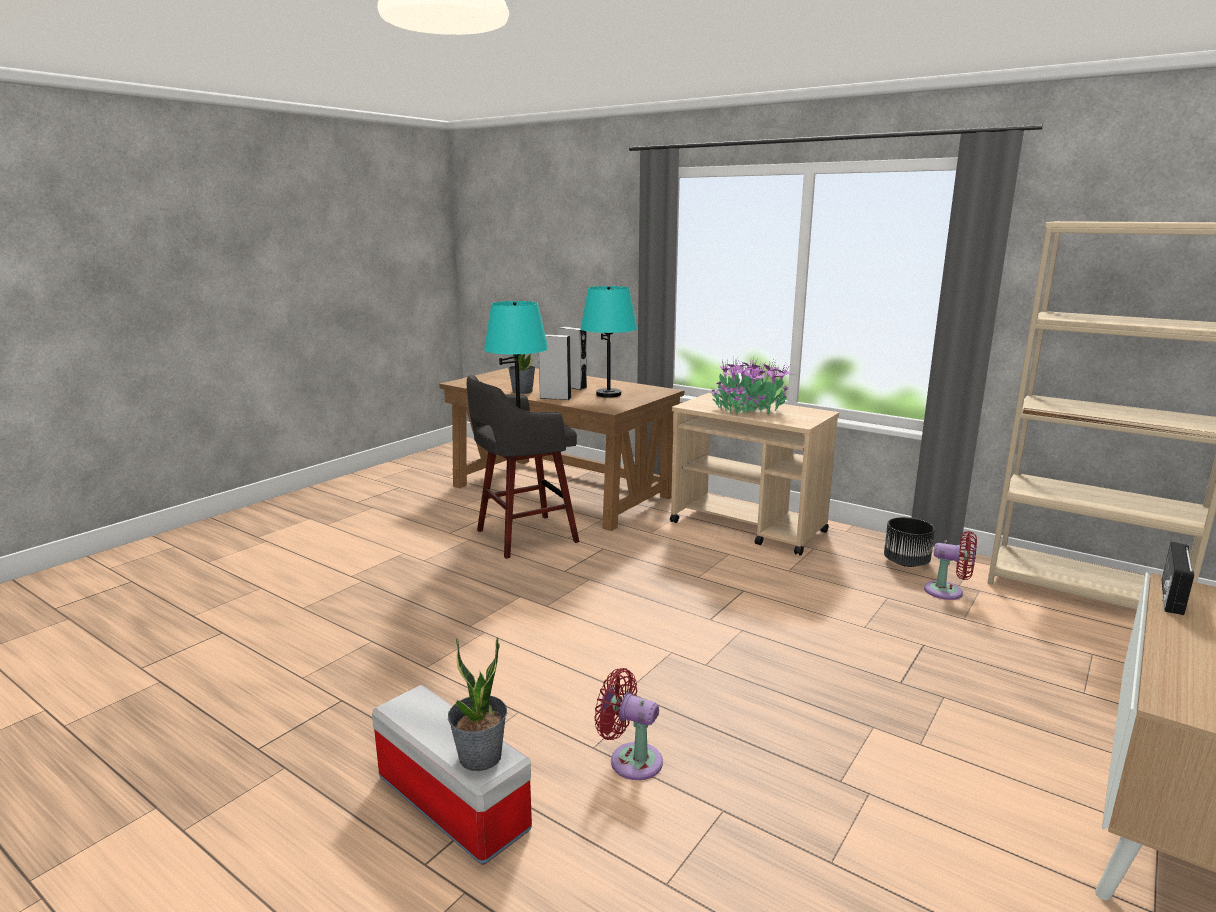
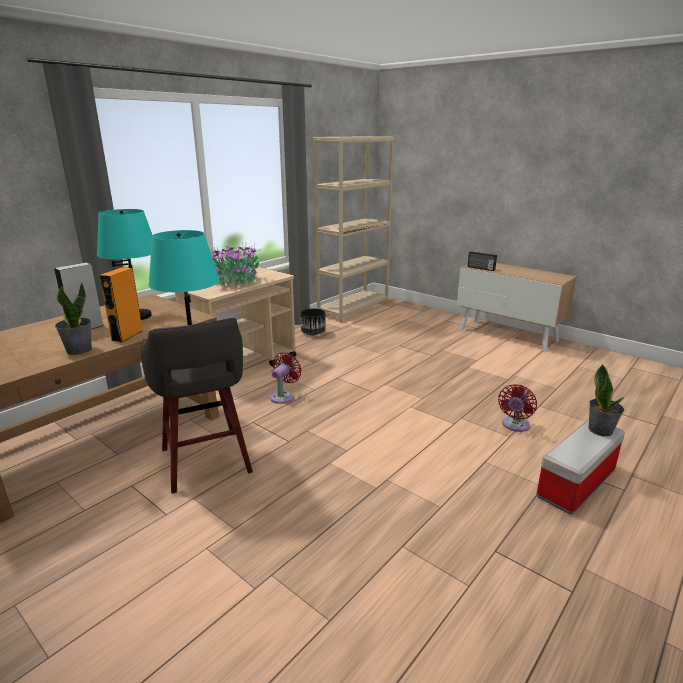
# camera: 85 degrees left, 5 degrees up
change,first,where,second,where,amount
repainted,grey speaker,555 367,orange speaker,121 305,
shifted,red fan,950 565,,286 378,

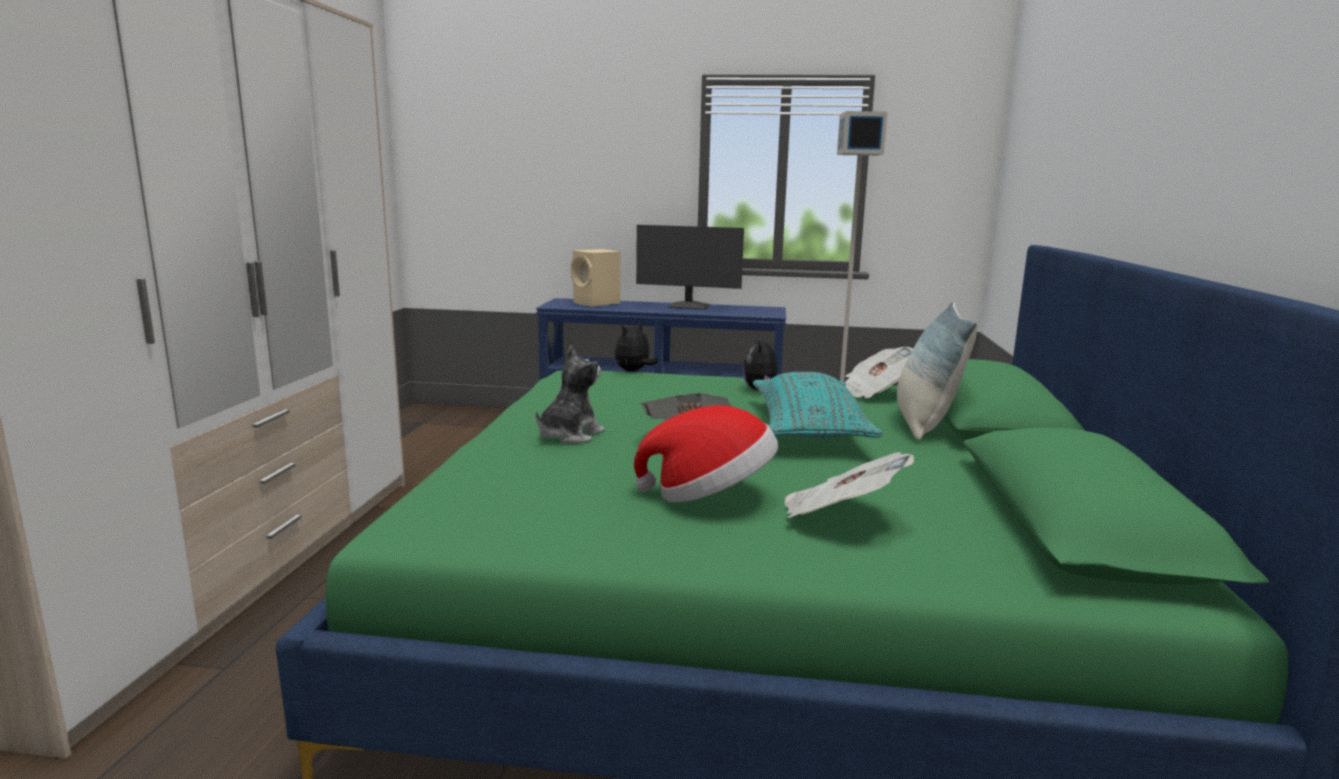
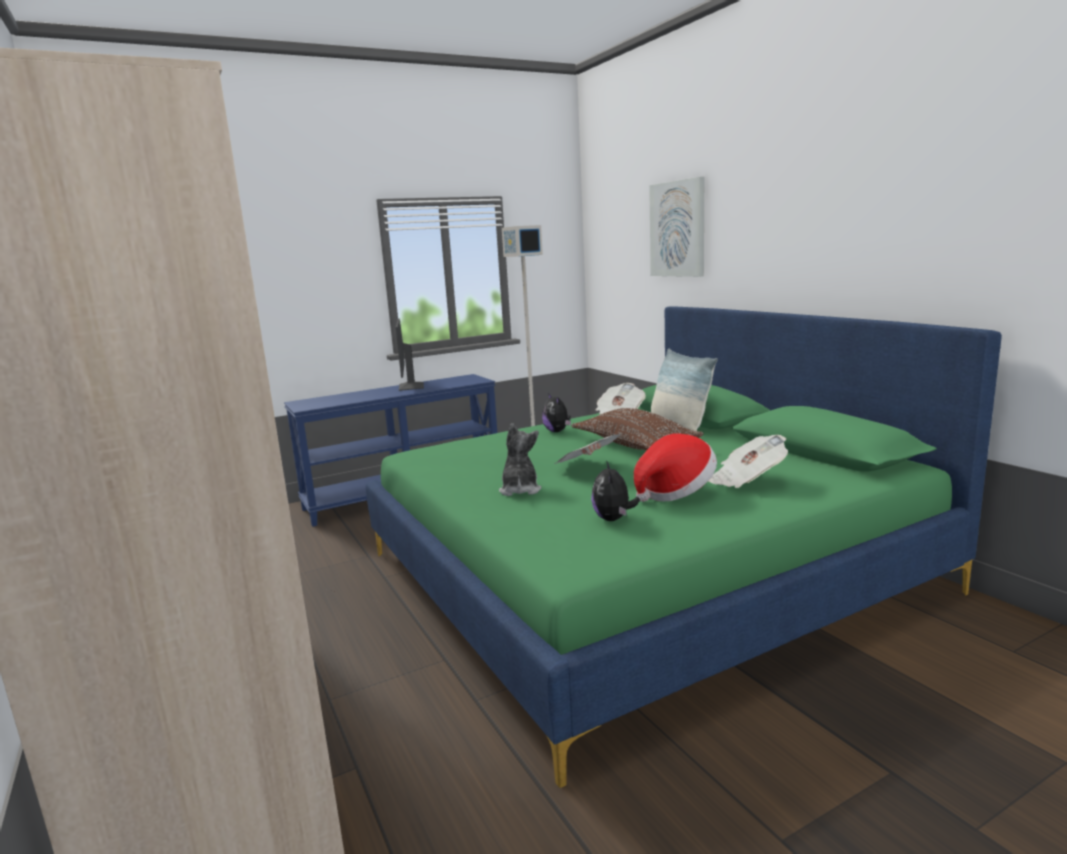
# camera: 35 degrees left, 0 degrees up
change,first,where,second,where,amount
gone,beige speaker,595 278,,,
shifted,plush toy,637 346,,615 491,
rotated,monitor,690 267,,410 354,105 degrees clockwise
repainted,turquoise pillow,818 405,brown pillow,637 429,
new,,,picture,676 227,

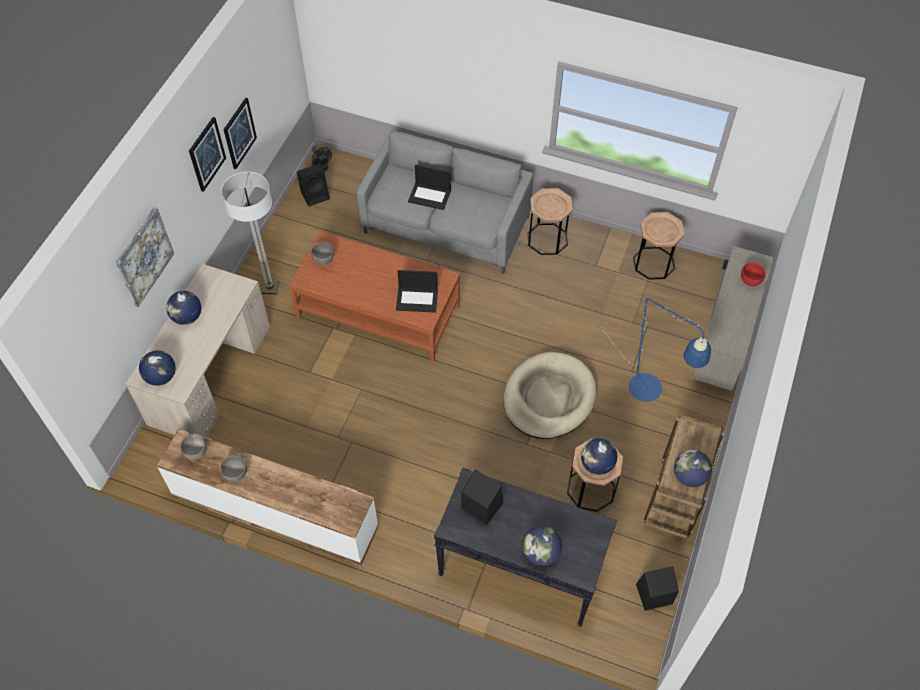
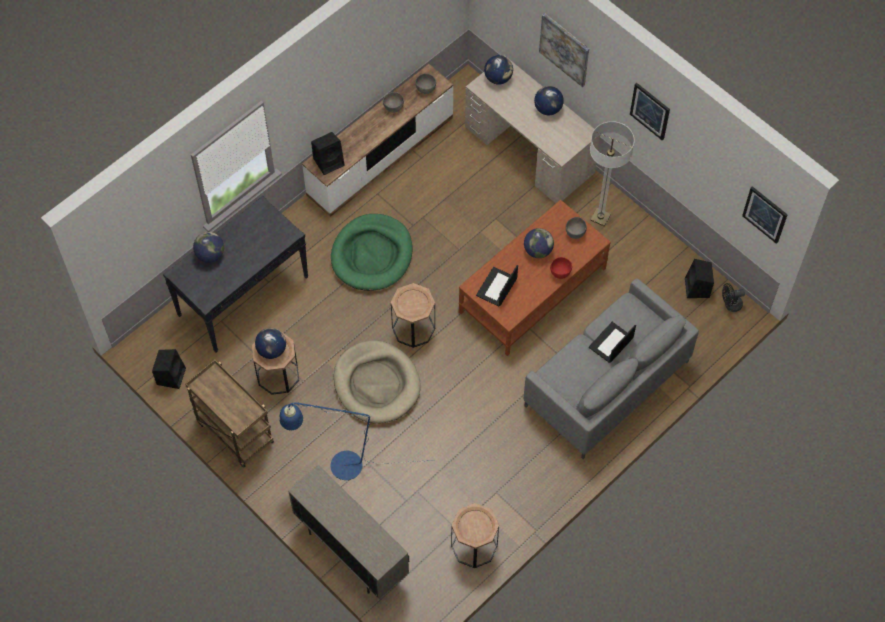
# camera: 115 degrees right, 5 degrees up
change,first,where,second,where,amount
shifted,picture,240 133,,765 215,
shifted,black speaker,482 497,,328 153,
shifted,brown side table,550 221,,413 315,
shifted,globe,693 468,,539 243,
shifted,red bowl,753 274,,561 268,
new,,,green dog bed,372 252,

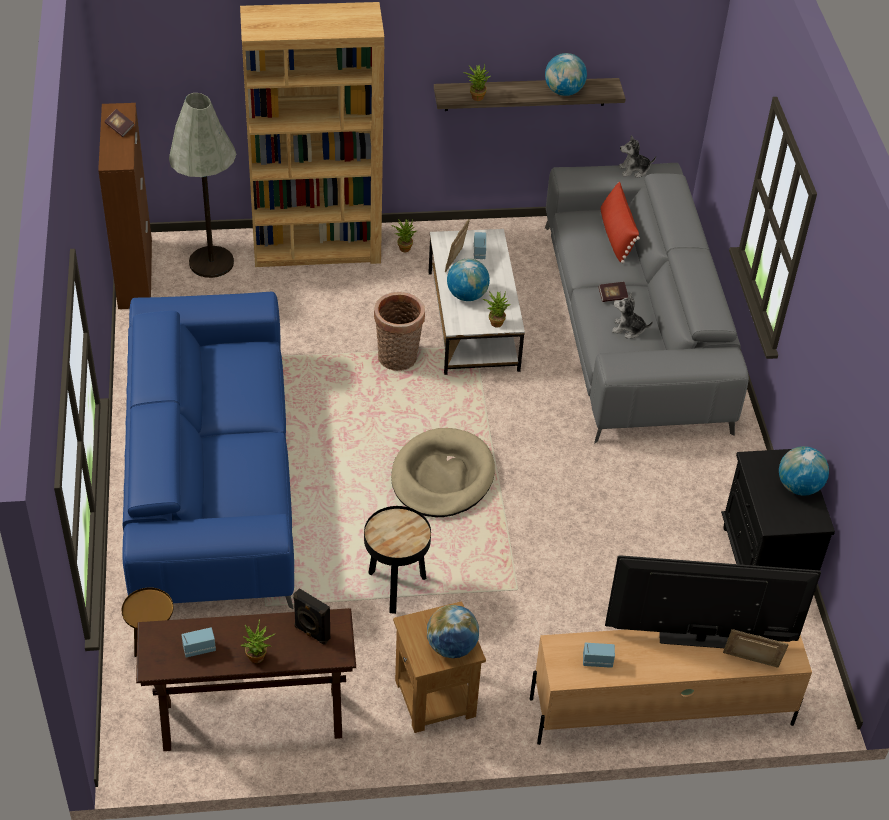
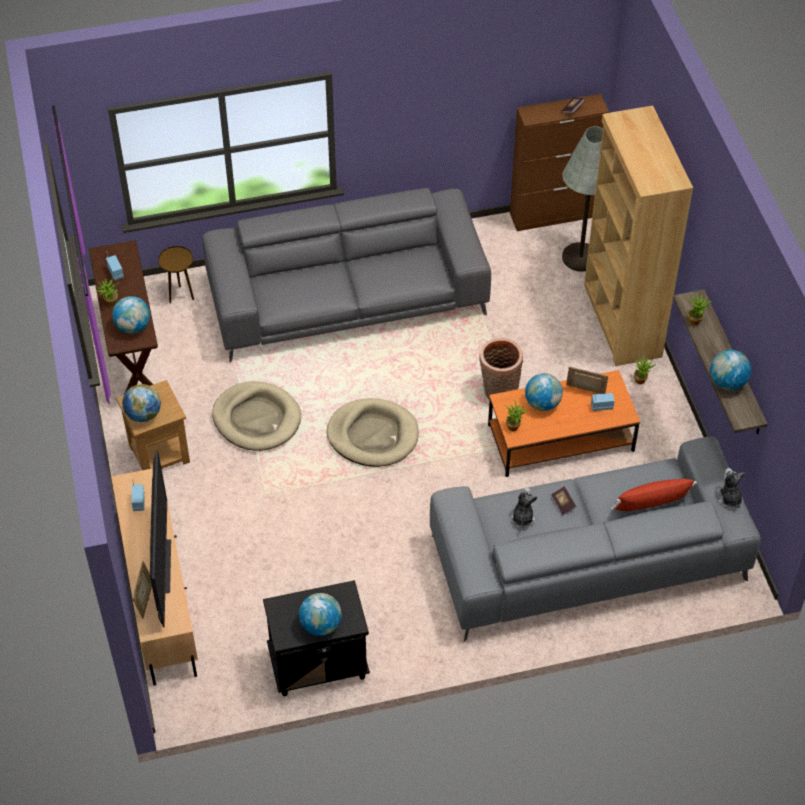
# camera: 85 degrees right, 5 degrees up
change,first,where,second,where,amount
repainted,blue sofa,208 450,grey sofa,346 275,
swapped,black speaker,311 616,globe,131 315,
swapped,black side table,397 560,beige dog bed,256 416,
repainted,white coffee table,476 302,orange coffee table,564 423,

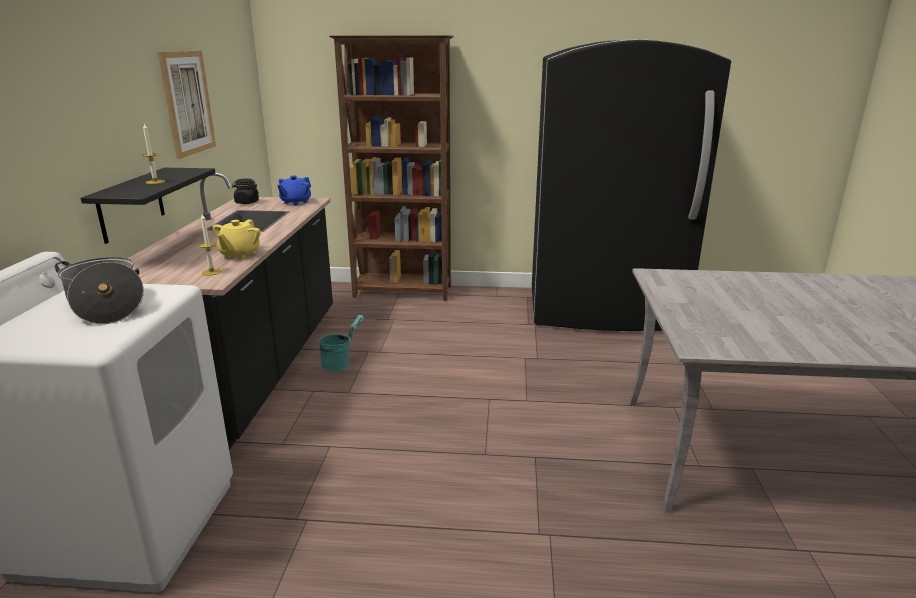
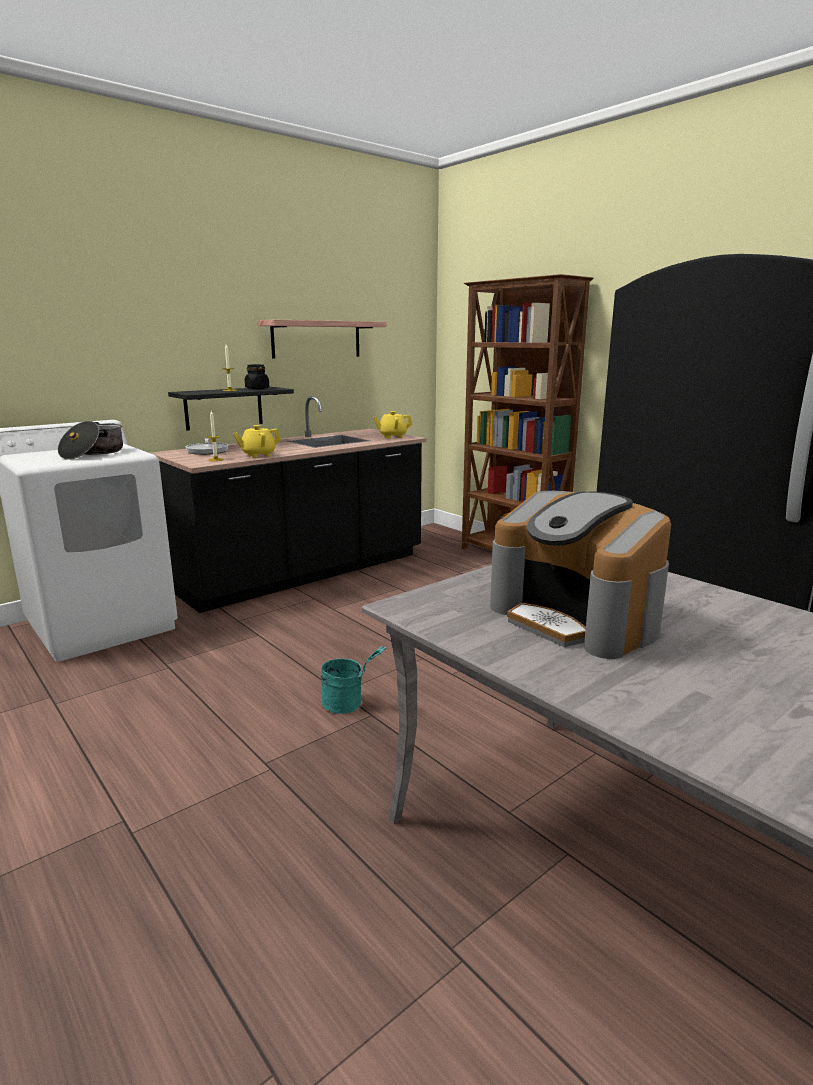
# camera: 45 degrees right, 5 degrees down
change,first,where,second,where,amount
swapped,picture,187 105,shelf,322 339,
shifted,black jar,245 191,,257 376,
repainted,blue teapot,294 190,yellow teapot,392 424,
shifted,turquoise bucket,341 343,,354 680,
new,,,frying pan,207 446,
new,,,coffee machine,580 575,

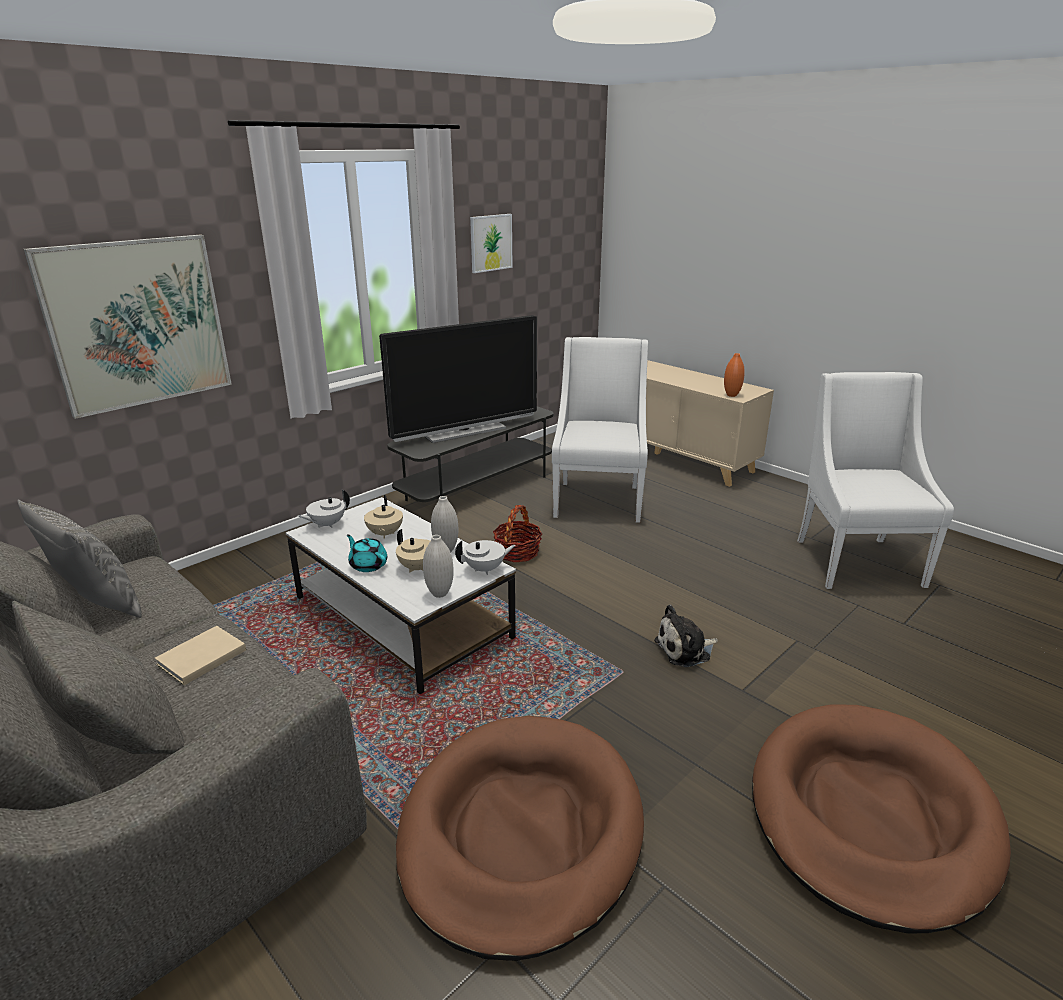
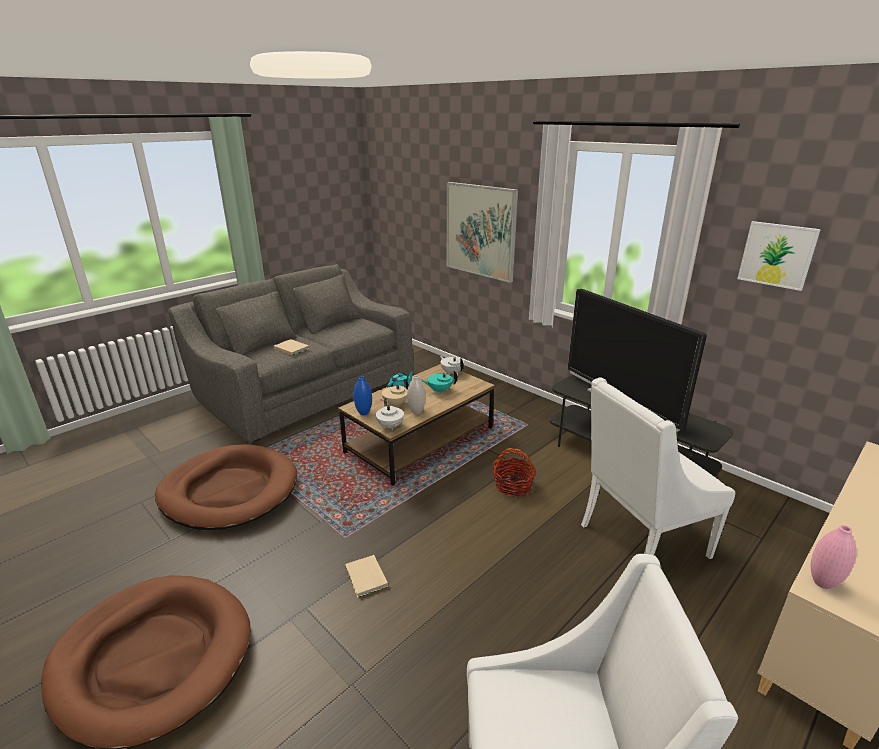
# camera: 90 degrees right, 0 degrees up
change,first,where,second,where,amount
gone,grey pillow,79 558,,,
repainted,white coffee table,401 595,brown coffee table,416 425,
repainted,beige teapot,383 517,turquoise teapot,439 382,
repainted,white vase,438 566,blue vase,363 395,
rotated,white armchair,600 430,,658 468,150 degrees clockwise
swapped,plush toy,686 636,beige book,366 576,
repainted,orange vase,734 375,pink vase,834 557,

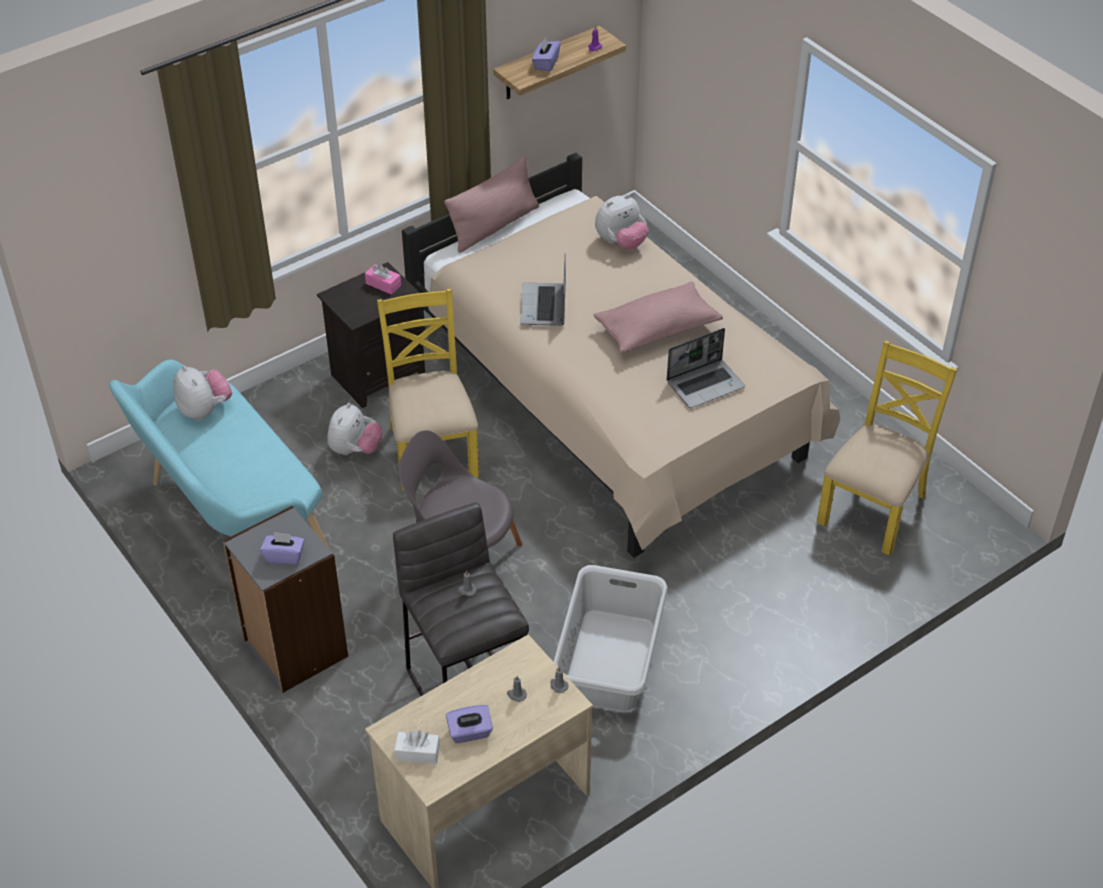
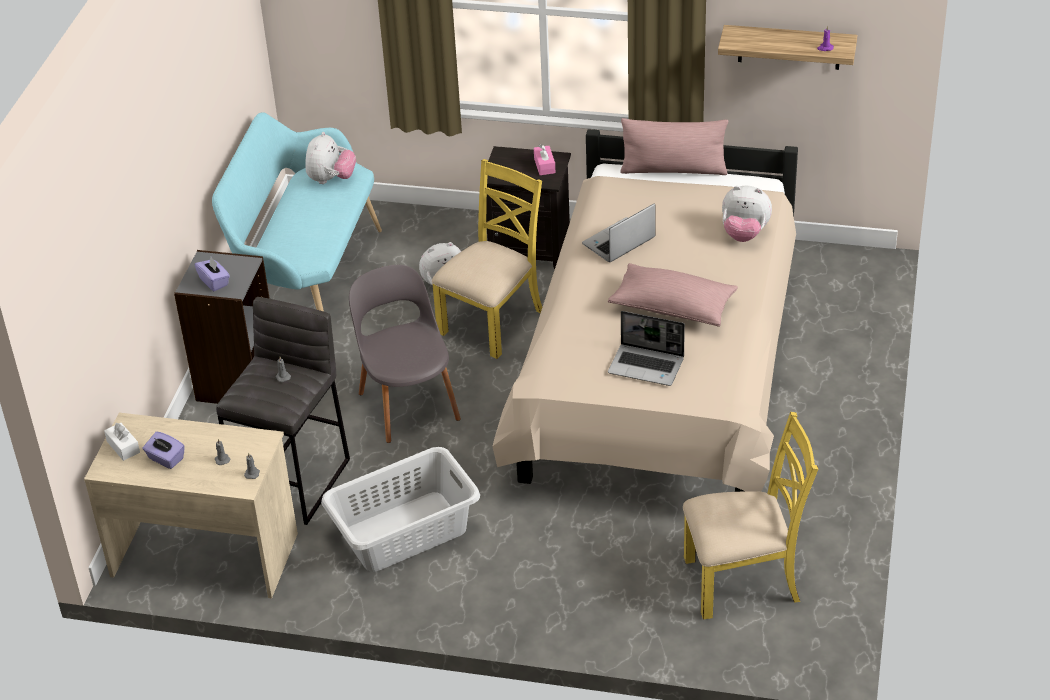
# camera: 50 degrees right, 5 degrees down
change,first,where,second,where,amount
gone,purple tissue box,546 54,,,

